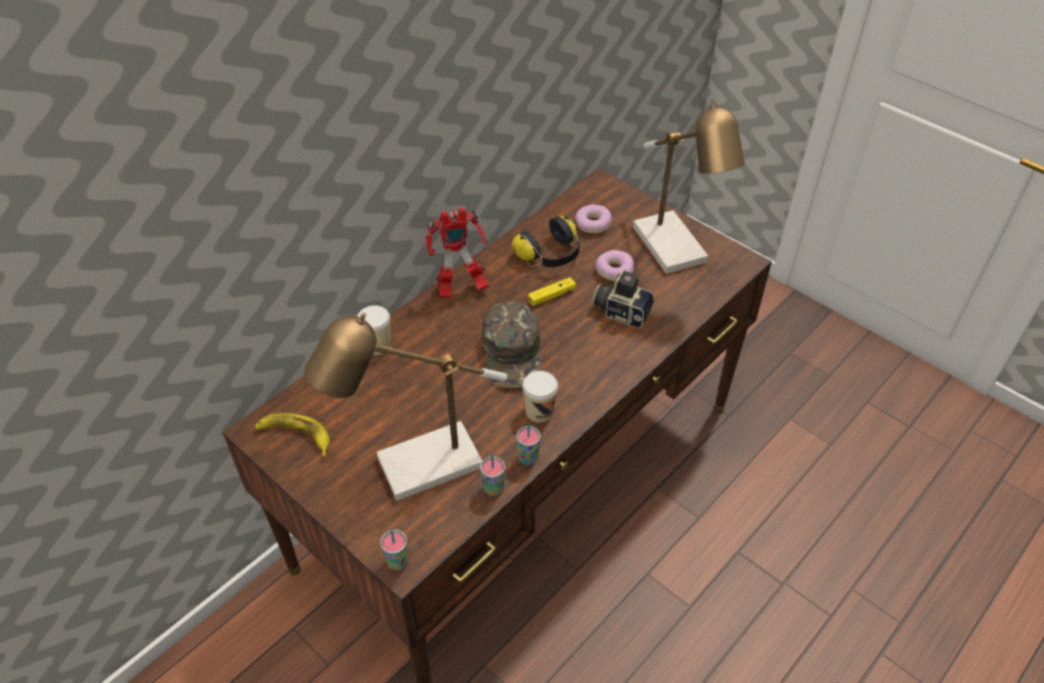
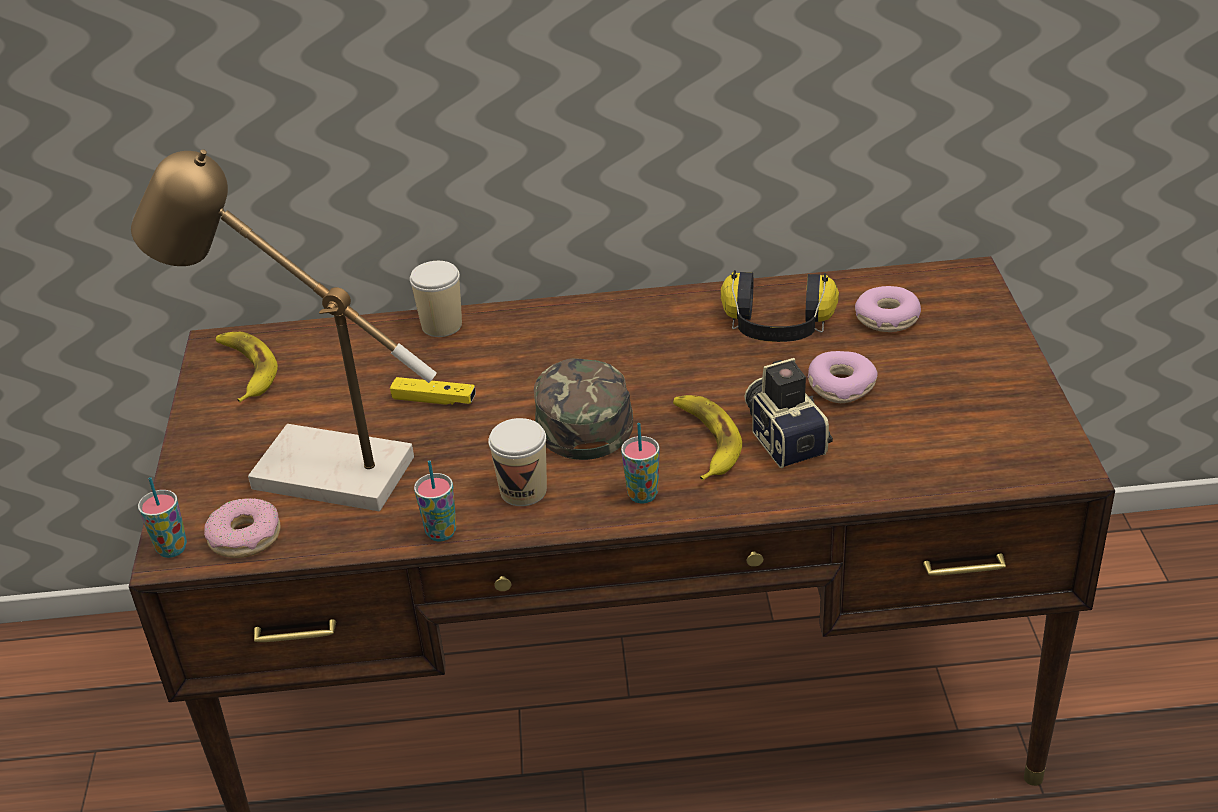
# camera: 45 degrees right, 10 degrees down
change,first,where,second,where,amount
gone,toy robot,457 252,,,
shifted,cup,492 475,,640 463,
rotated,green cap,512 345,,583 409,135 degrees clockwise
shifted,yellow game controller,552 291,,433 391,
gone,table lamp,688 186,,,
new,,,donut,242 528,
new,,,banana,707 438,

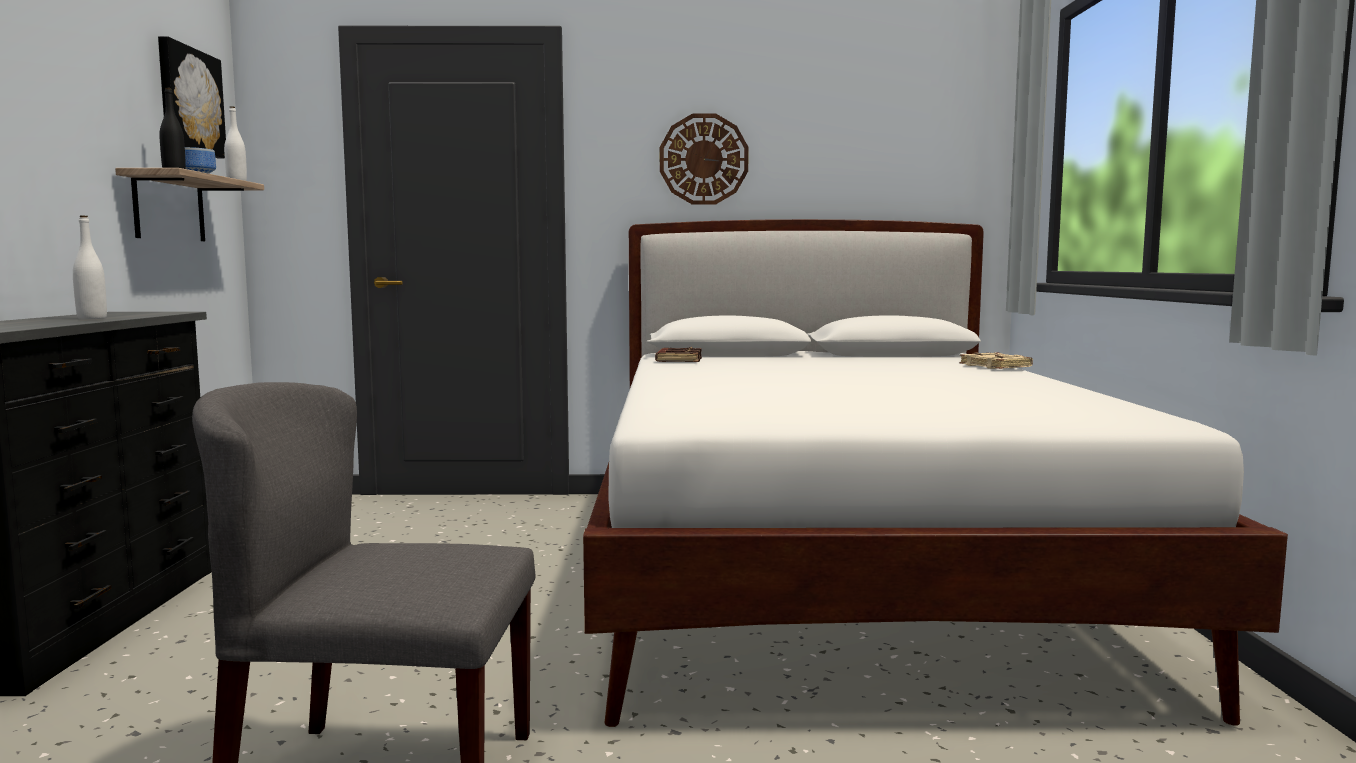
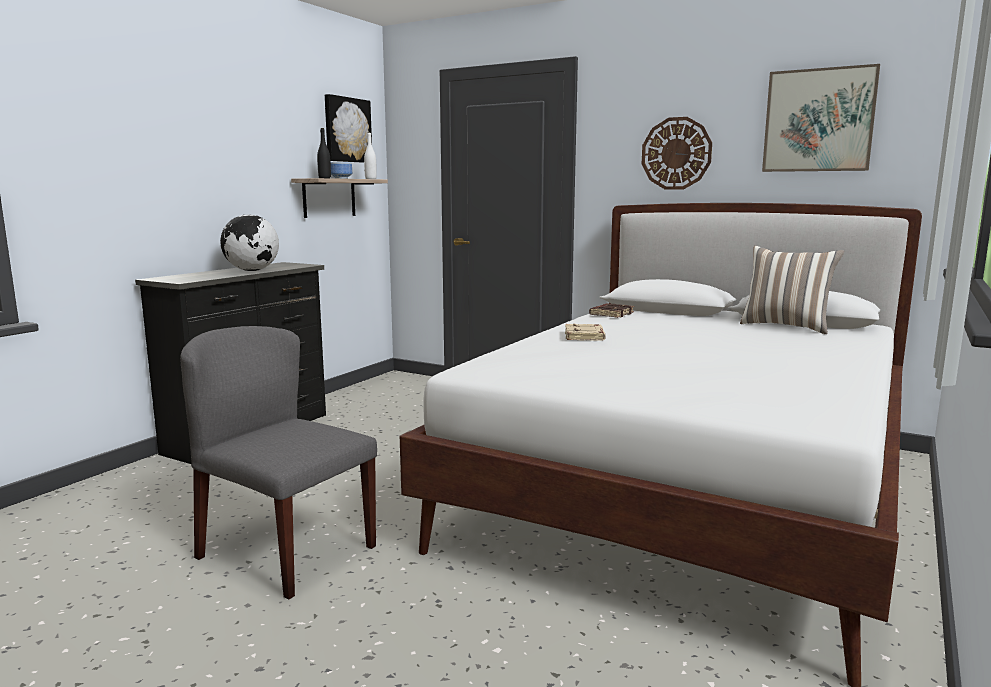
# camera: 30 degrees right, 5 degrees up
change,first,where,second,where,amount
swapped,white bottle,90 267,globe,249 242,
shifted,beige book,996 360,,585 332,
new,,,pillow,792 290,
new,,,picture,821 118,

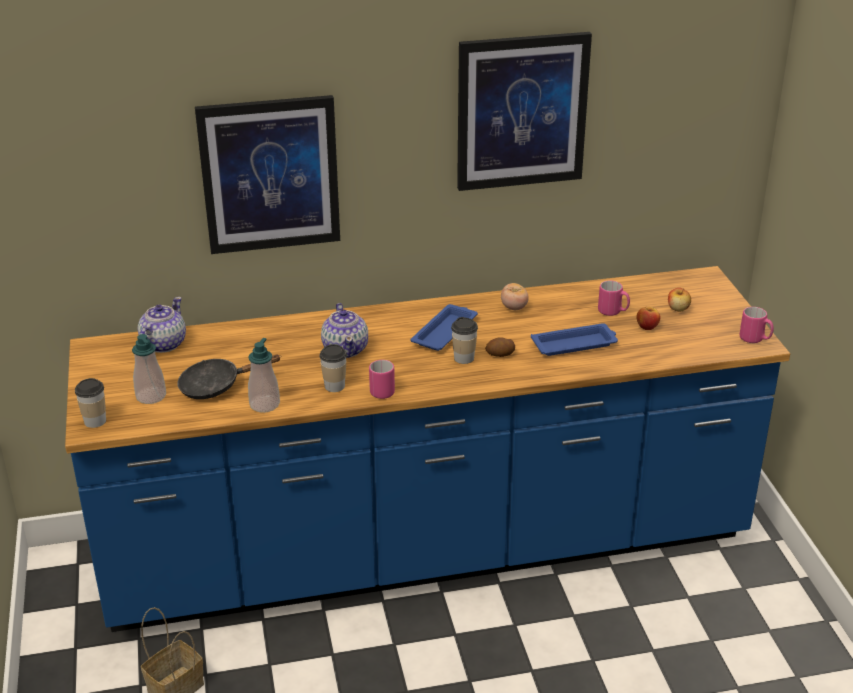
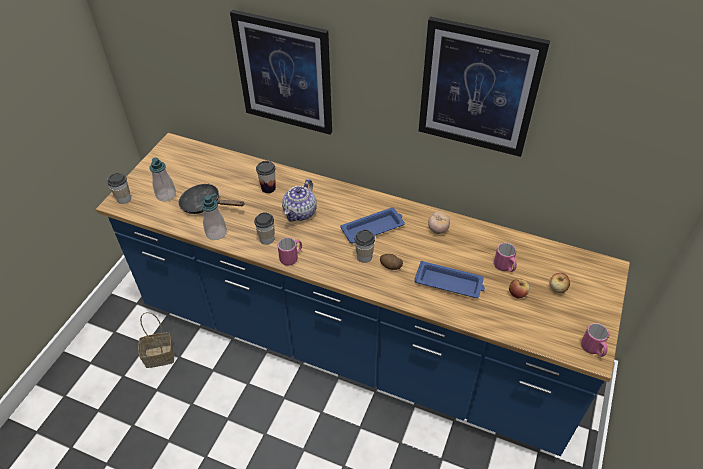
# camera: 35 degrees right, 15 degrees up
change,first,where,second,where,amount
gone,teapot,162 325,,,
new,,,cup,266 177,

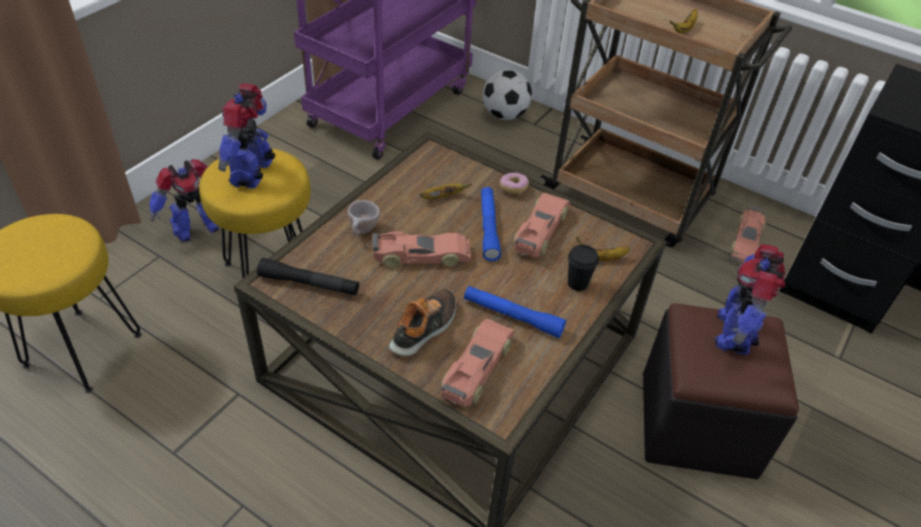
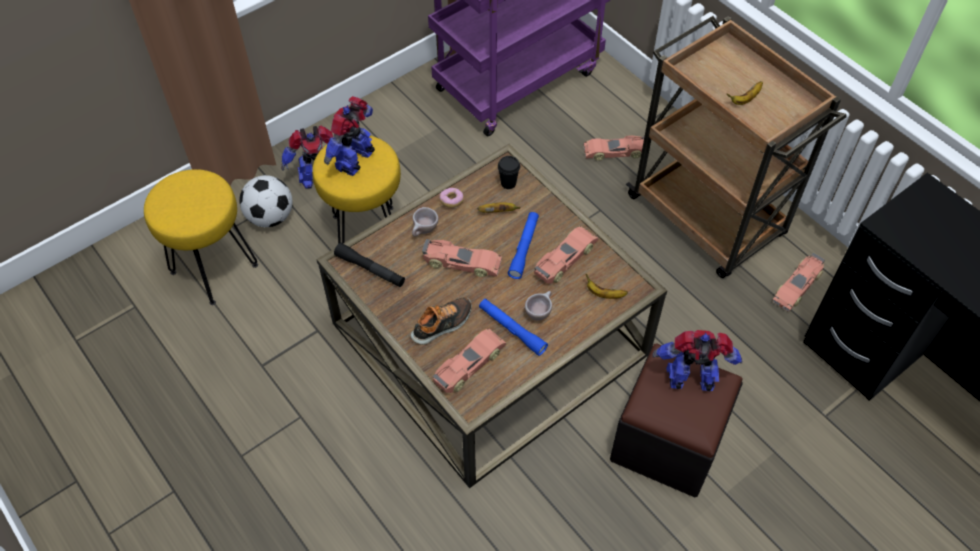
# camera: 20 degrees right, 10 degrees up
change,first,where,second,where,amount
shifted,football,507 94,,265 201,
shifted,donut,514 183,,451 198,
shifted,black cup,583 268,,509 172,
rotated,toy robot,750 299,,697 360,60 degrees clockwise
new,,,beige cup,538 305,
new,,,toy car,614 148,

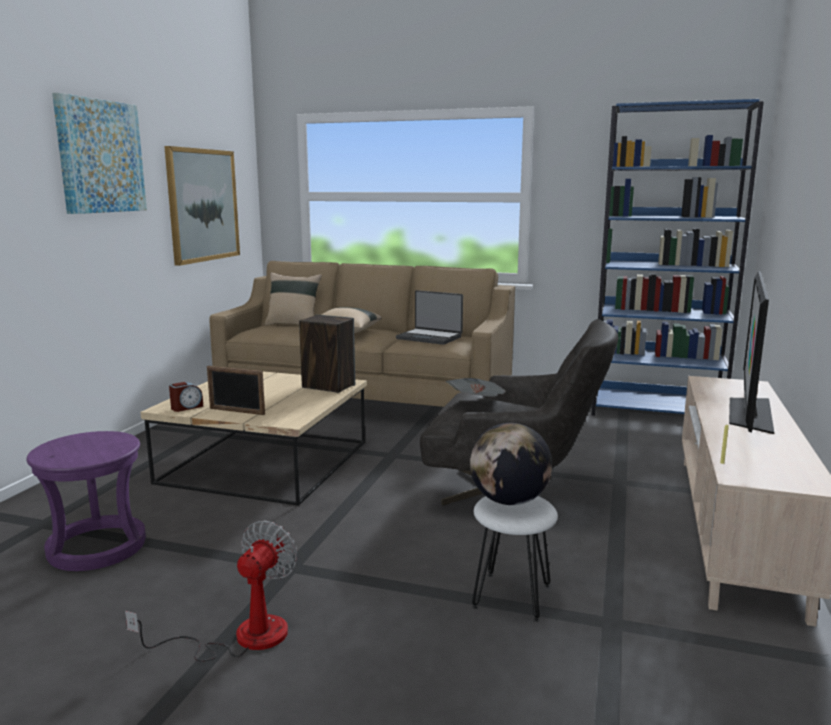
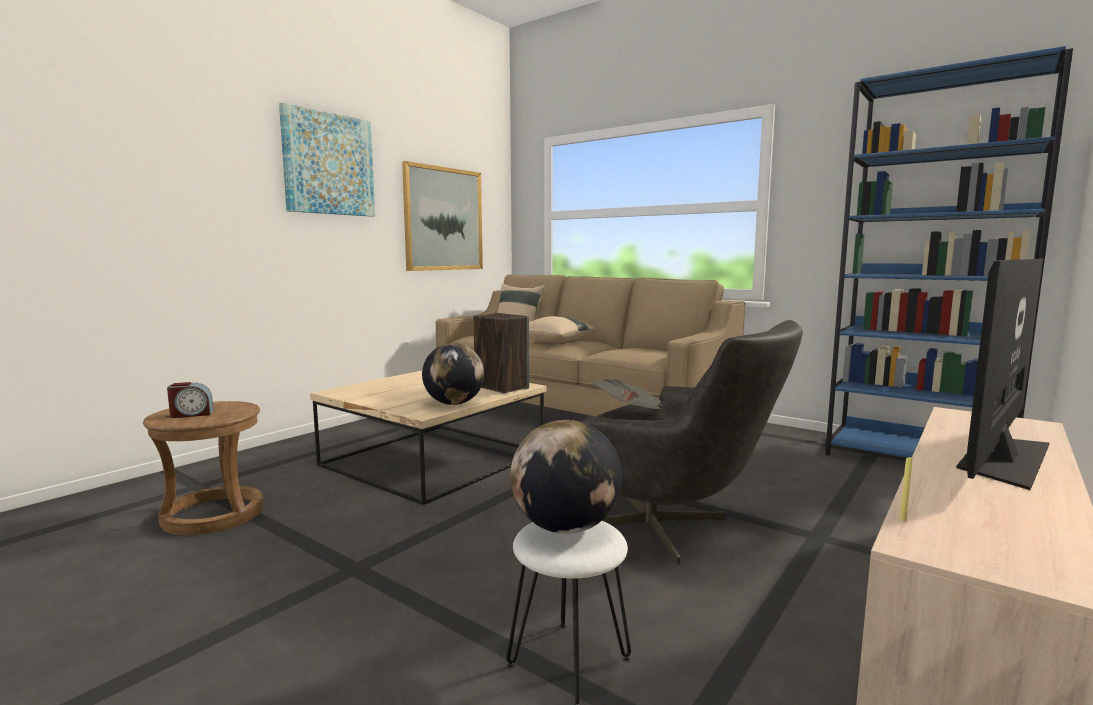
# camera: 20 degrees right, 5 degrees down
change,first,where,second,where,amount
repainted,purple stool,86 501,brown stool,203 468,
gone,fan,211 591,,,
shifted,alarm clock,186 397,,190 400,
gone,picture frame,236 390,,,
gone,laptop,429 317,,,
new,,,globe,453 374,

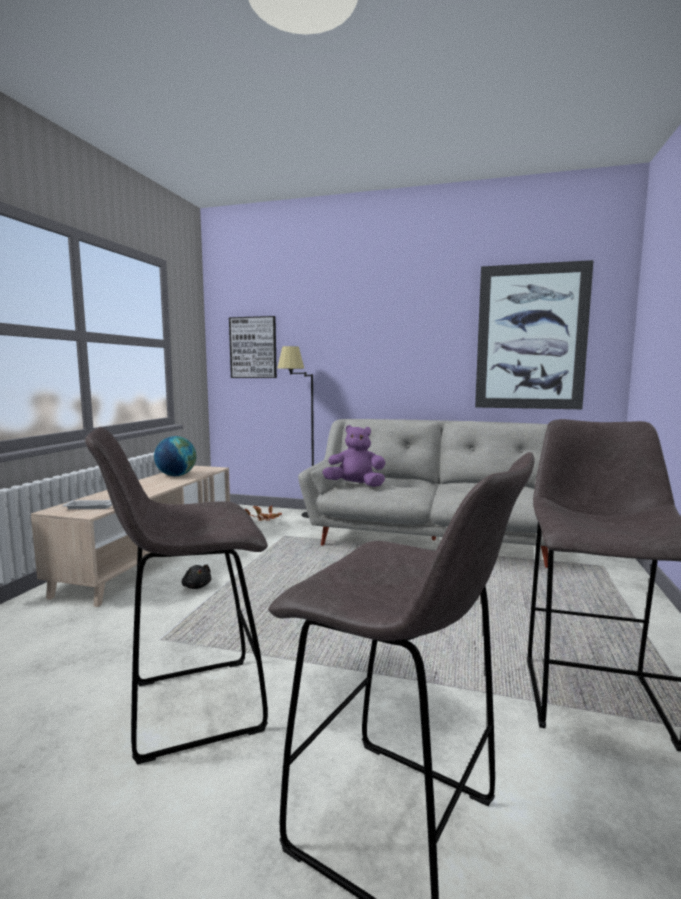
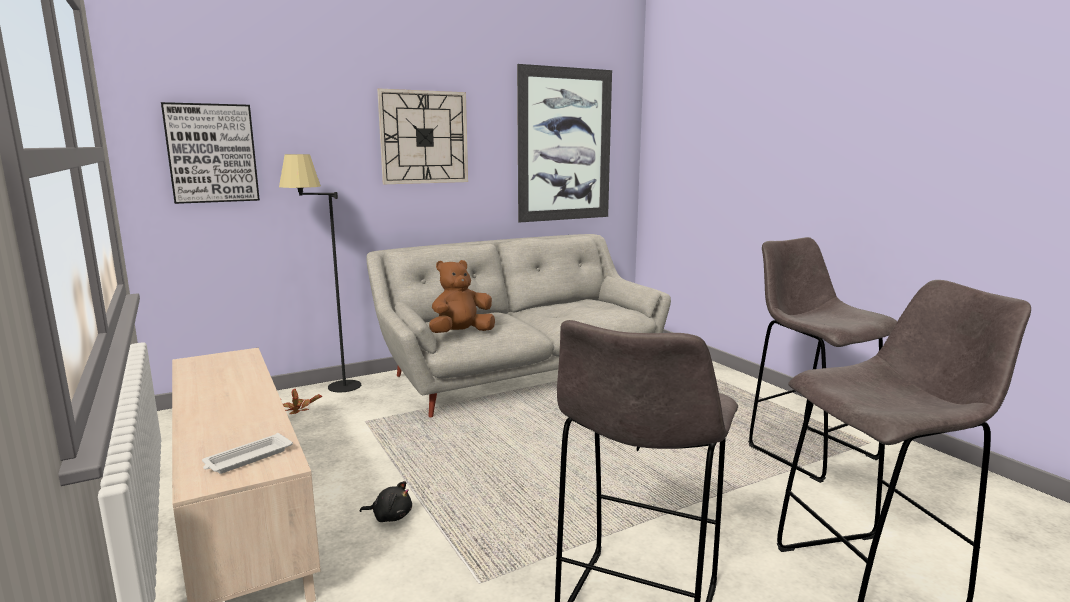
# camera: 45 degrees left, 5 degrees up
change,first,where,second,where,amount
gone,globe,175 456,,,
repainted,purple plush toy,353 456,brown plush toy,462 296,
new,,,wall clock,422 136,

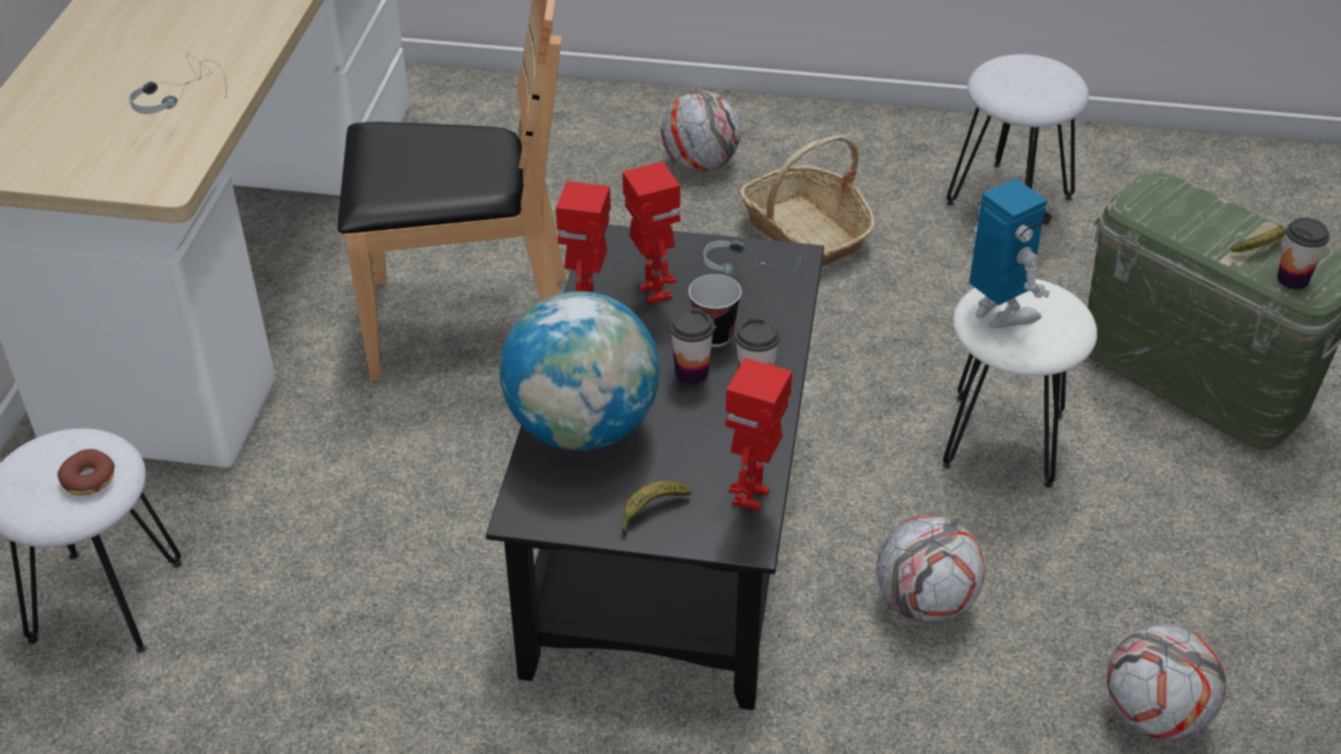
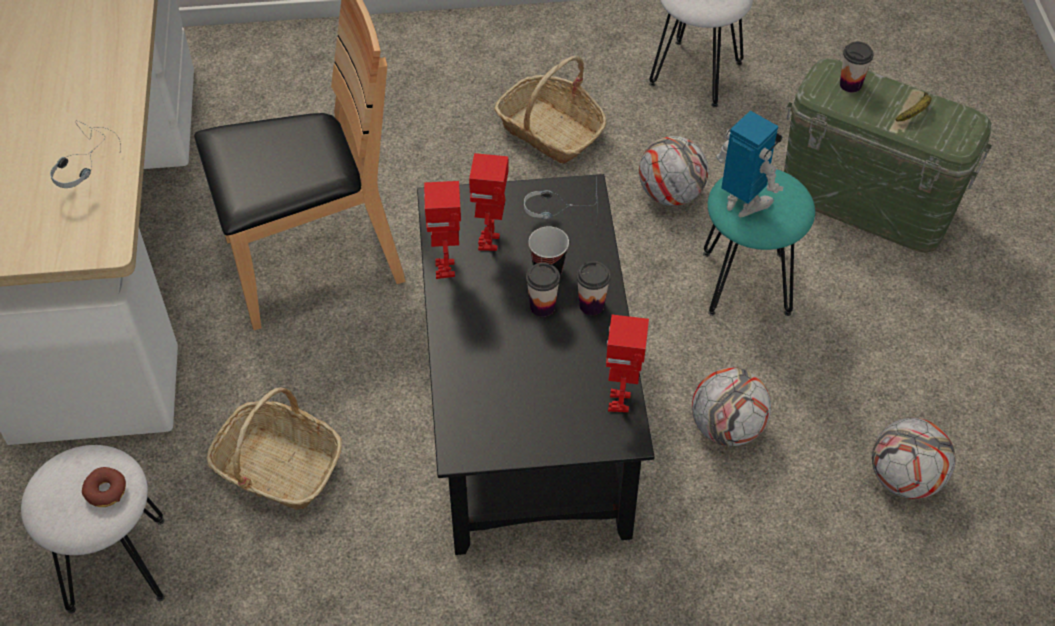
# camera: 15 degrees left, 10 degrees up
change,first,where,second,where,amount
gone,globe,580 371,,,
gone,banana,656 509,,,
rotated,toy robot,651 233,,489 202,135 degrees counterclockwise
shifted,football,701 131,,674 171,
repainted,white stool,1019 383,turquoise stool,759 242,
shifted,cup,1303 253,,857 67,
new,,,basket,274 448,

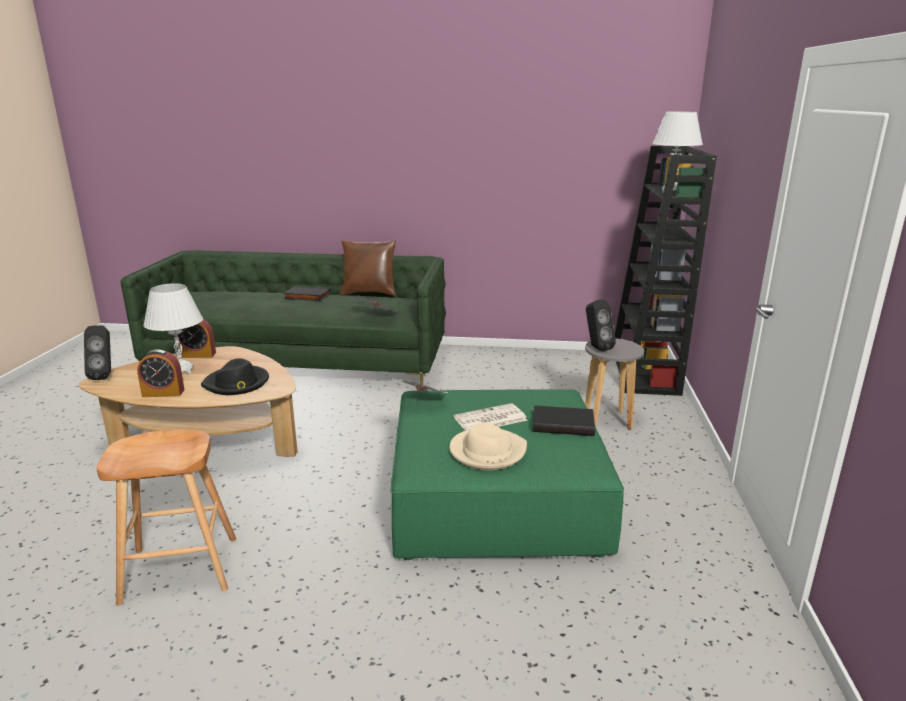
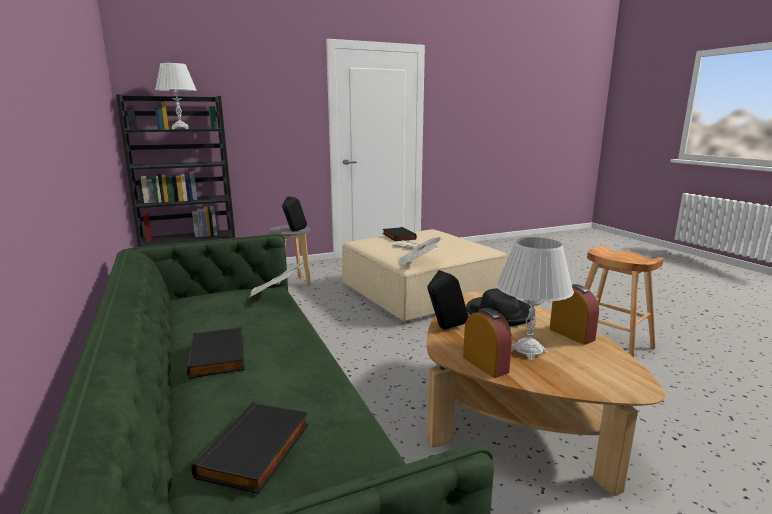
# camera: 120 degrees left, 5 degrees down
change,first,where,second,where,amount
shifted,black speaker,97 352,,447 300,
gone,brown pillow,368 268,,,
repainted,green ottoman,507 474,beige ottoman,425 276,
gone,beige hat,488 446,,,
new,,,black book,250 448,

